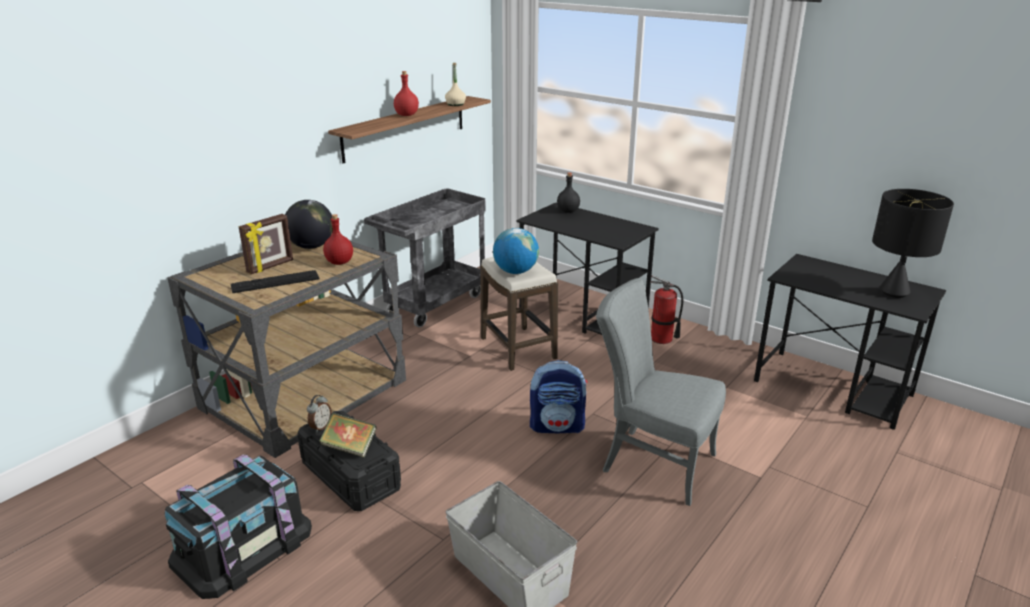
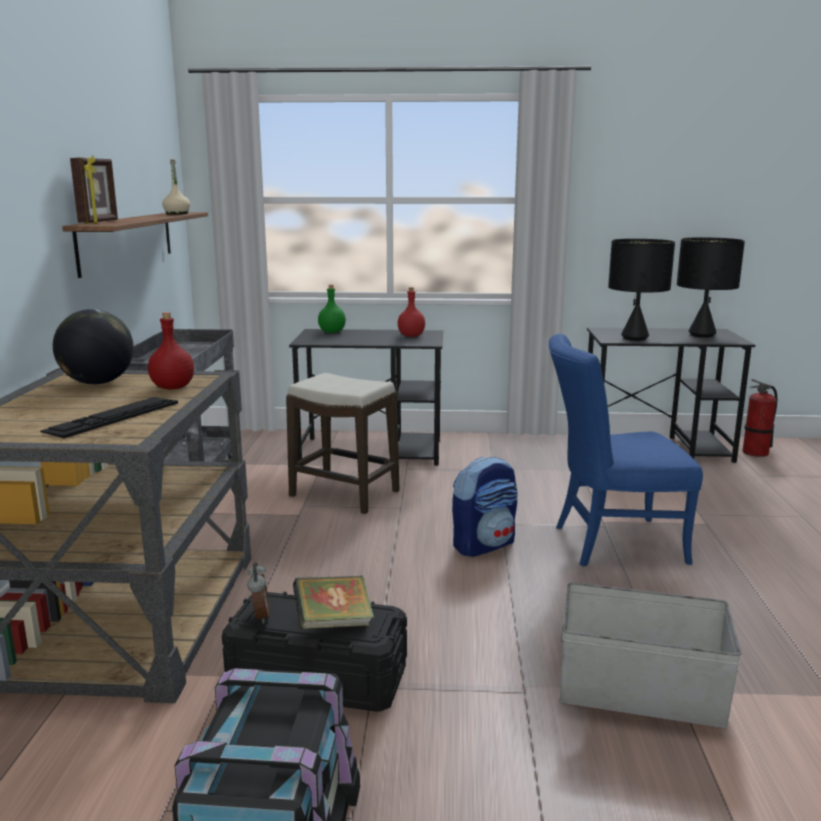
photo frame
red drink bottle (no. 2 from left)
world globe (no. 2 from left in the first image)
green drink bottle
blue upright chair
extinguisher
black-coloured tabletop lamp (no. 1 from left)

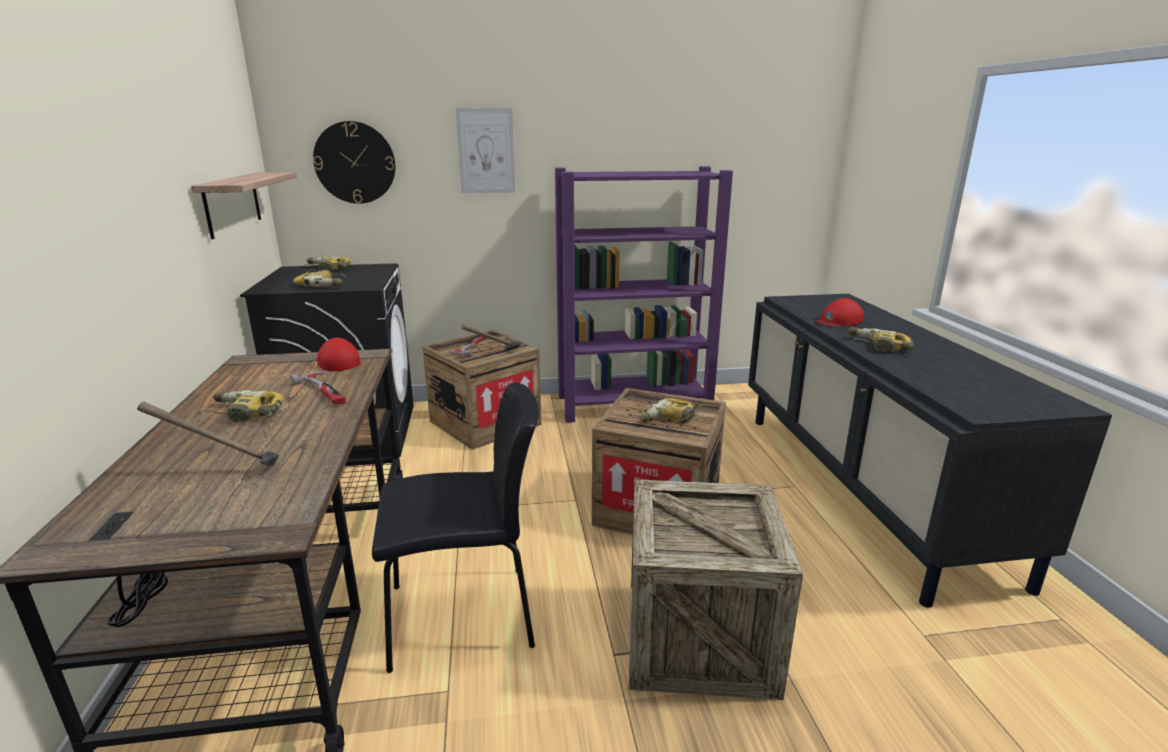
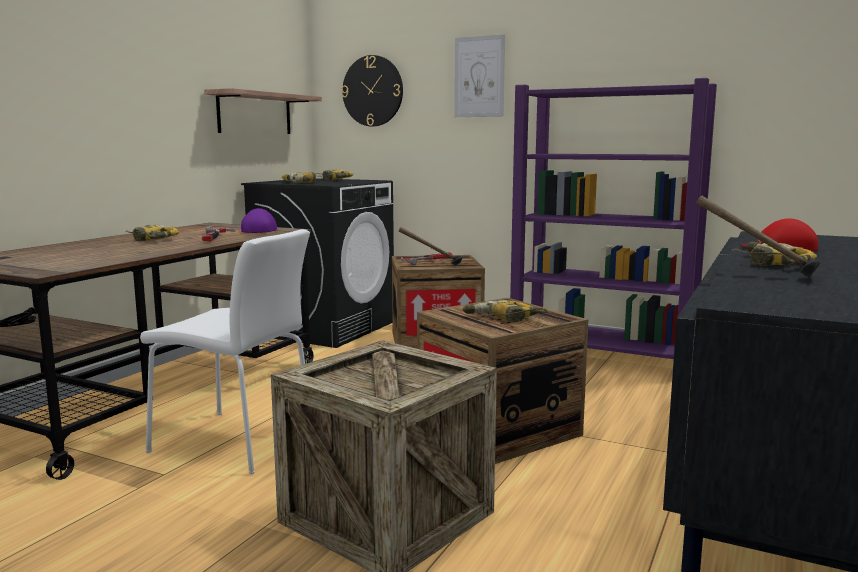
tool hammer (no. 4 from left)
purple-coloured cap
white-coloured upright chair

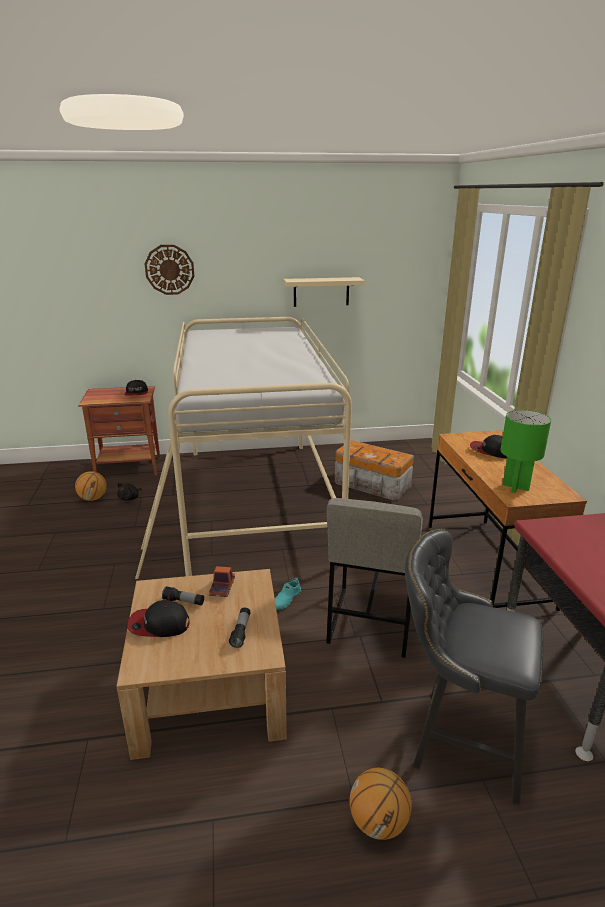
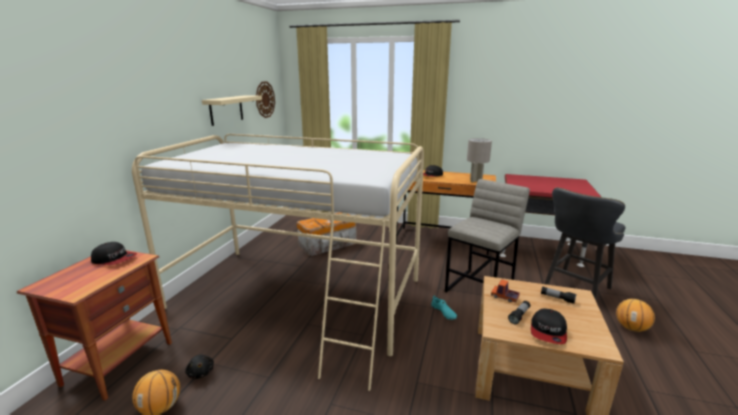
wall clock
greyish upright chair
greyish tabletop lamp

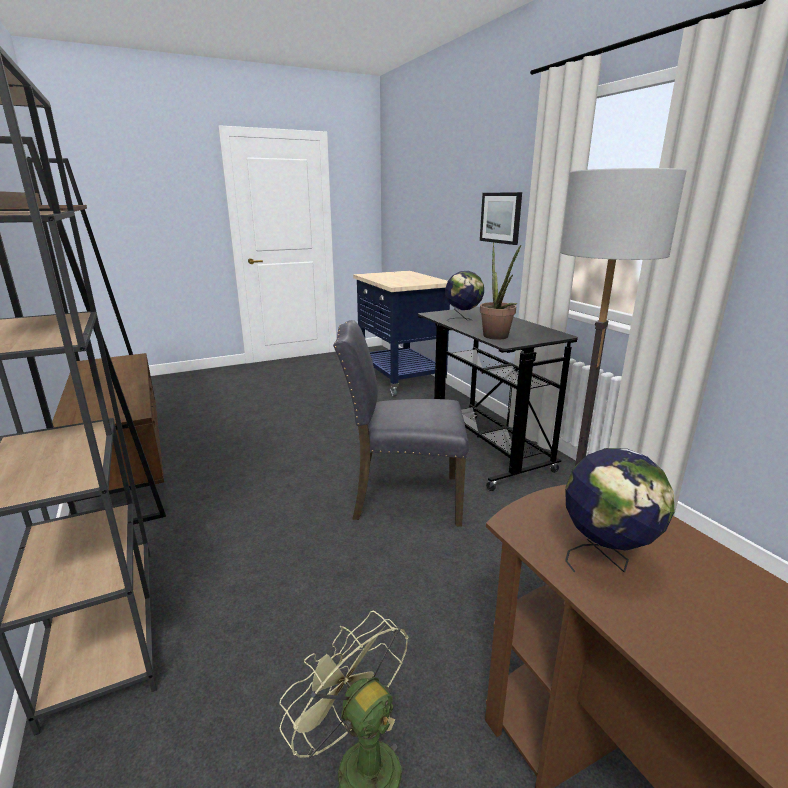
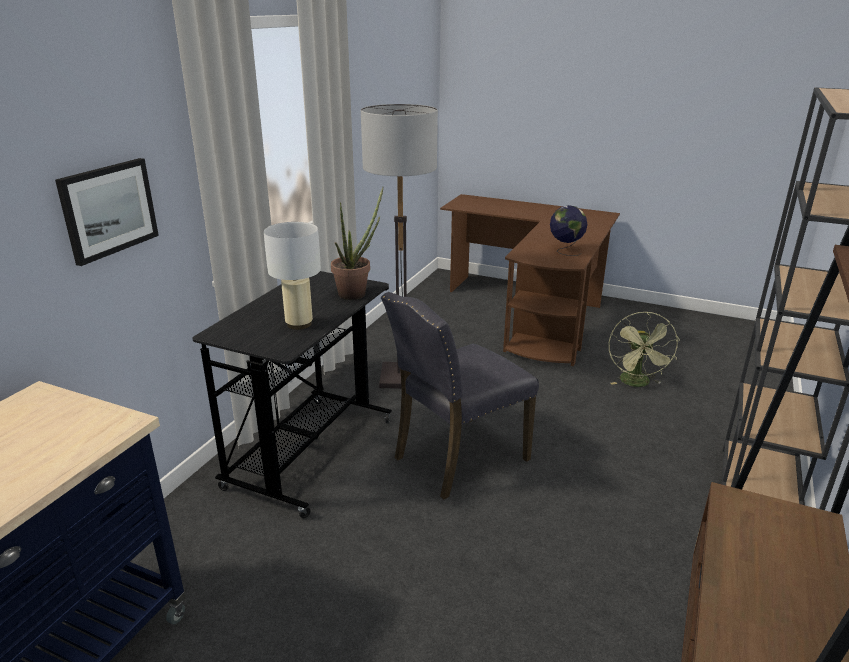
greyish upright chair
white-coloured tabletop lamp

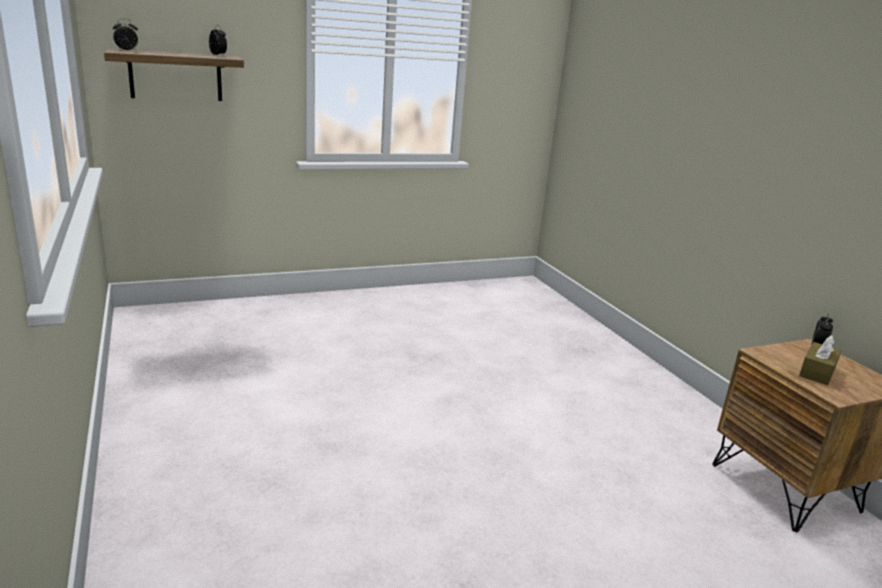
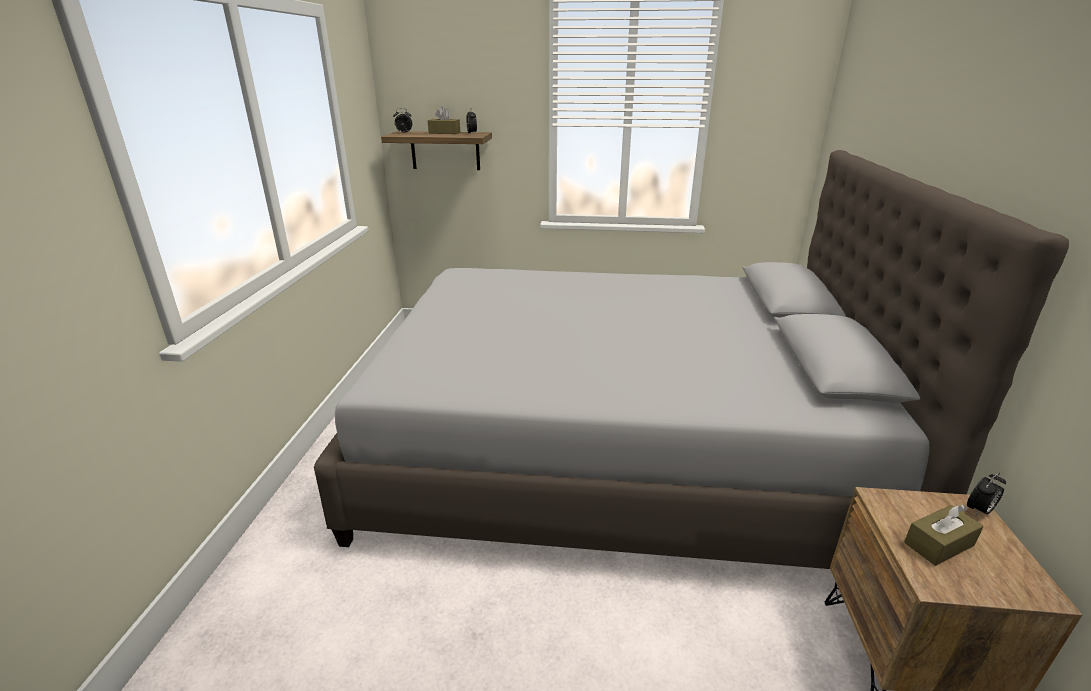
greyish bedroom bed
brown-coloured tissue box (no. 1 from left)

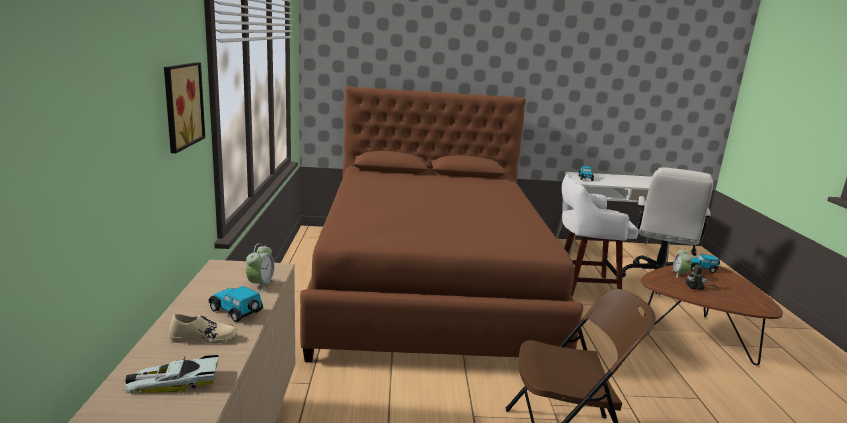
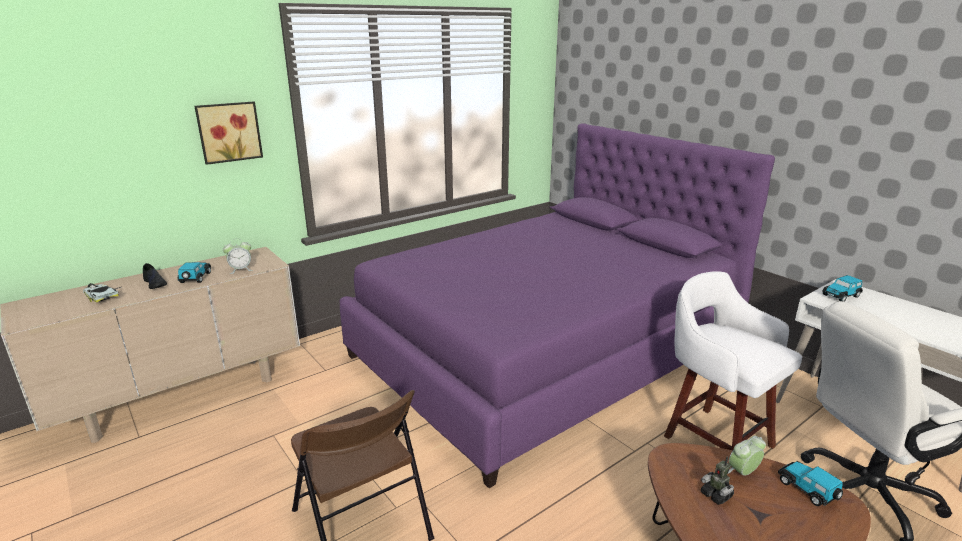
black-coloured low shoe
purple-coloured bedroom bed

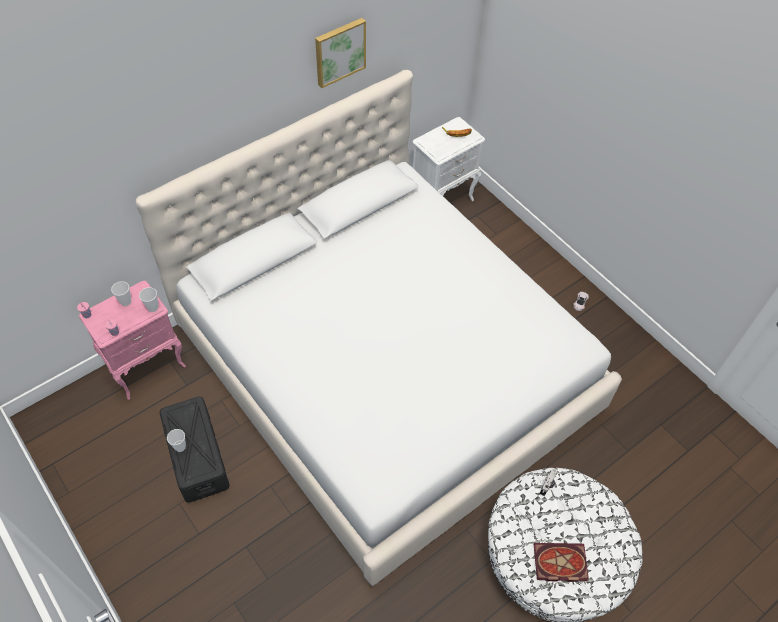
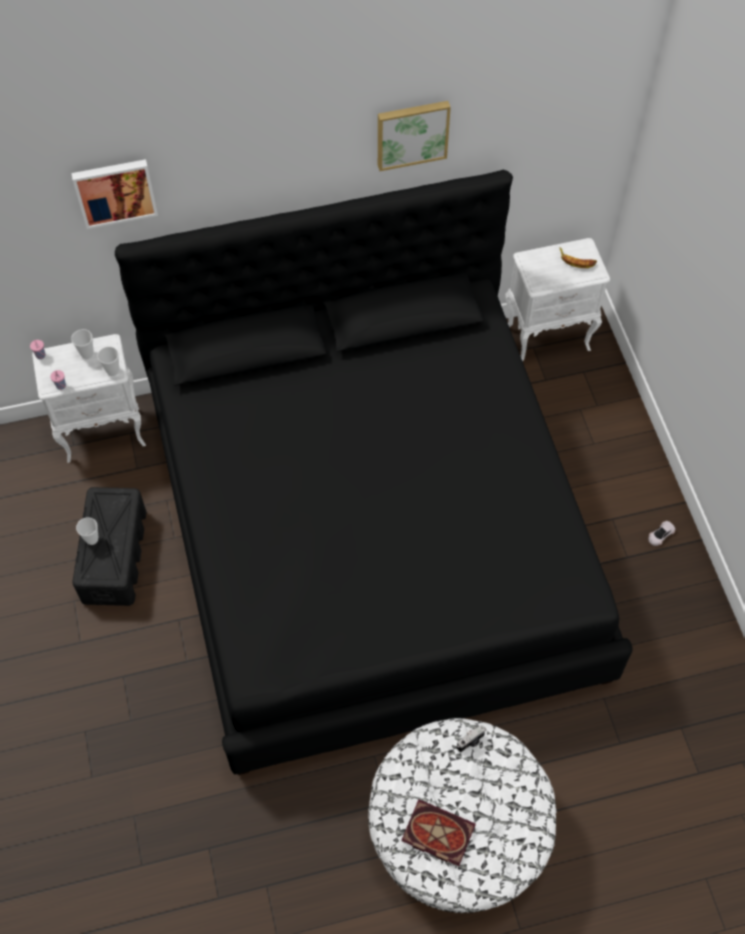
white-coloured night table (no. 1 from left)
black-coloured bedroom bed
wall picture (no. 1 from left)

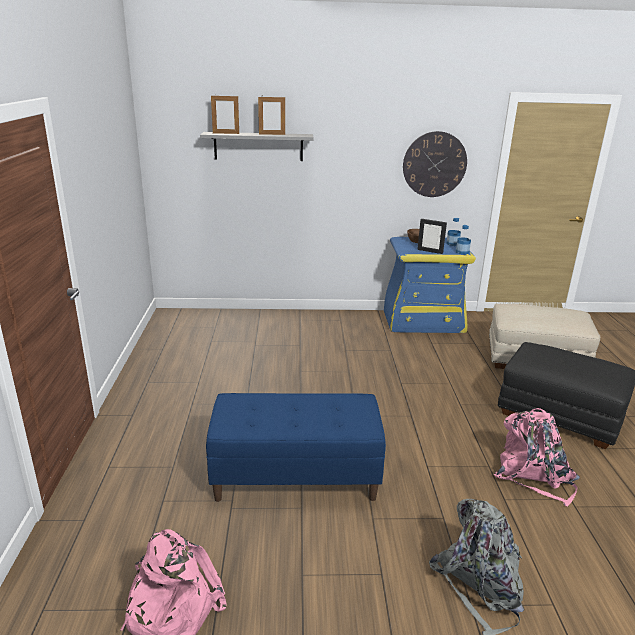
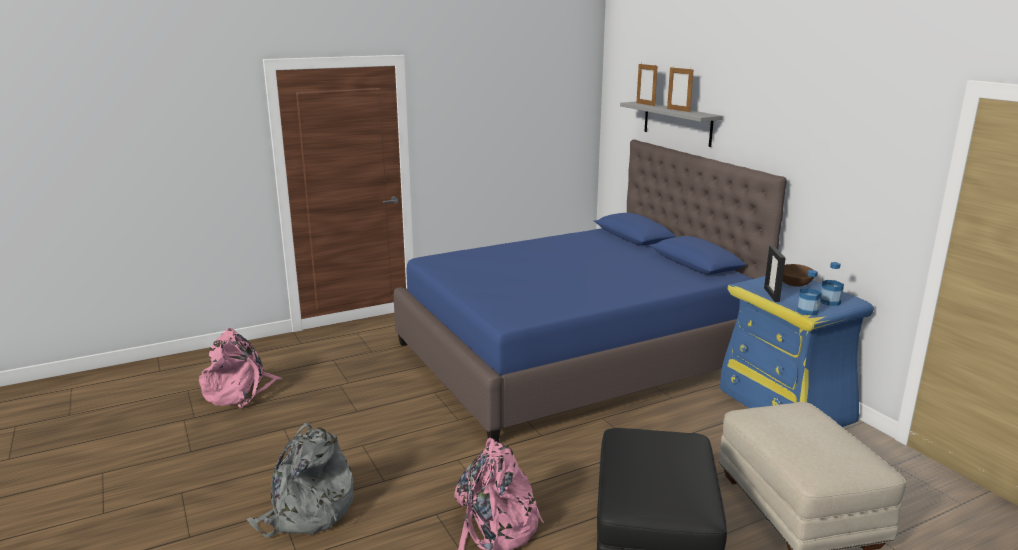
blue long seat
wall clock
blue bedroom bed

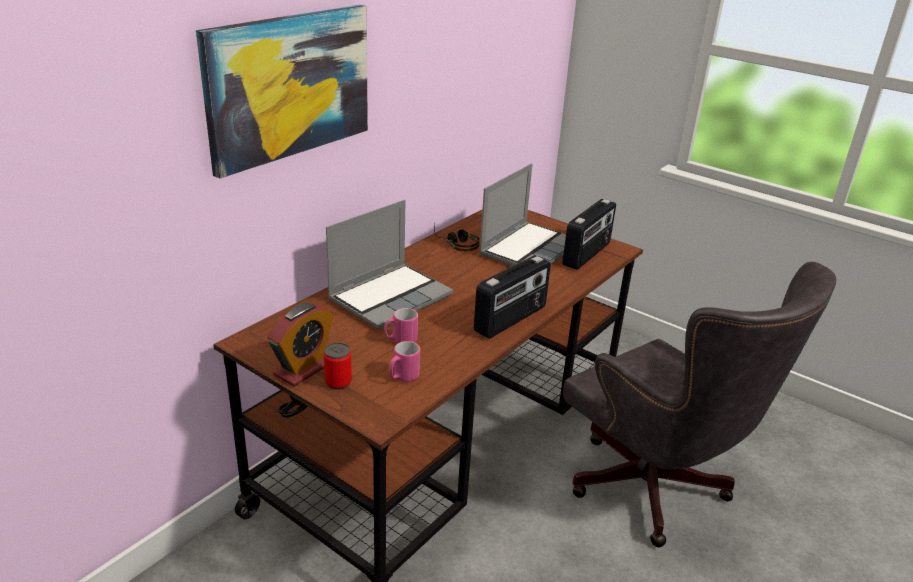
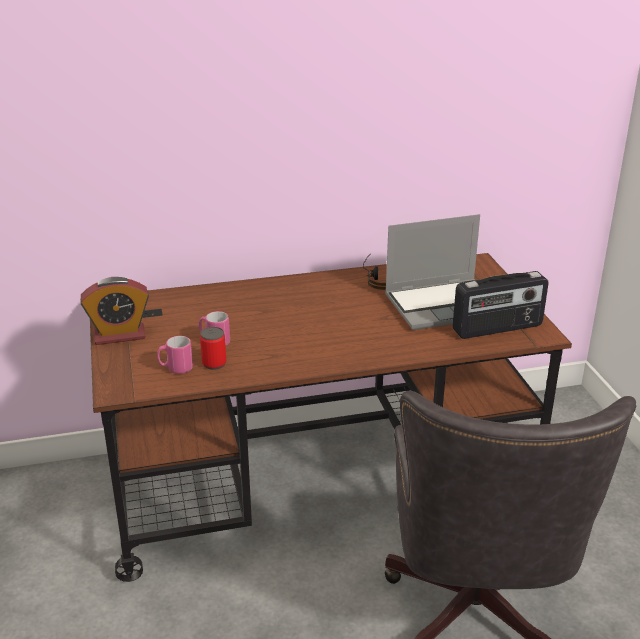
wall picture
sealed can
laptop (no. 1 from left in the first image)
radio set (no. 1 from left in the first image)

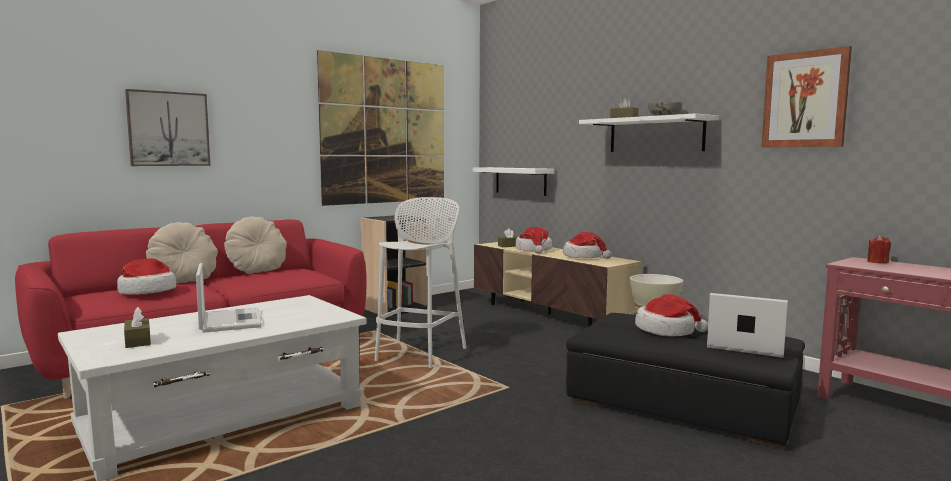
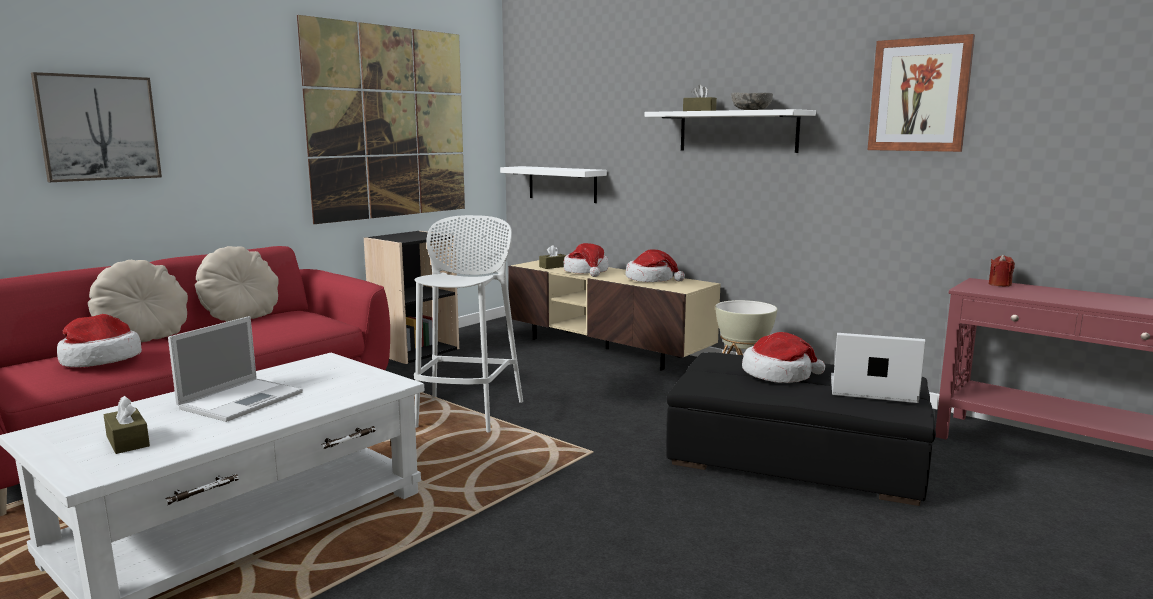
laptop (no. 1 from left)

